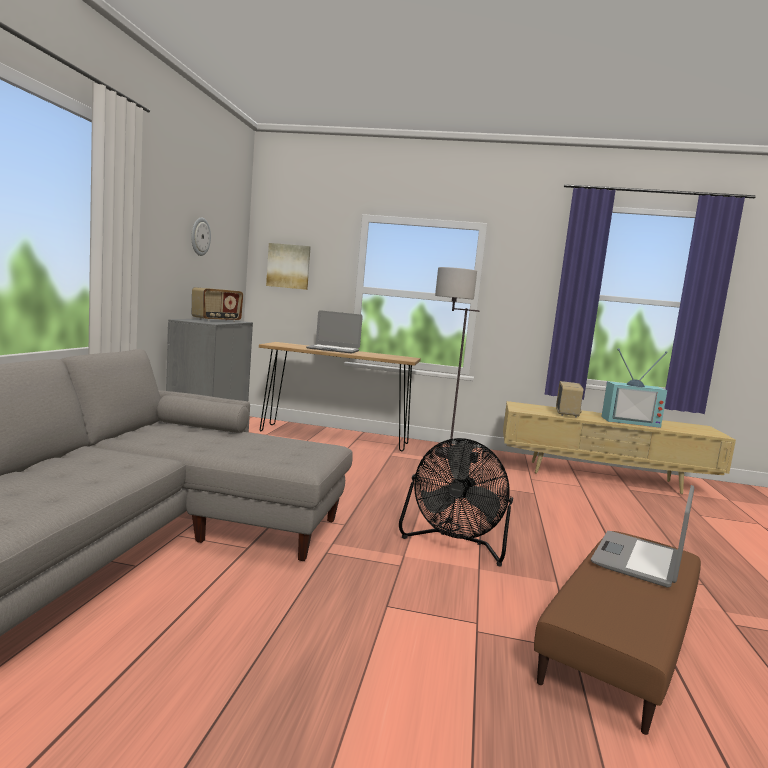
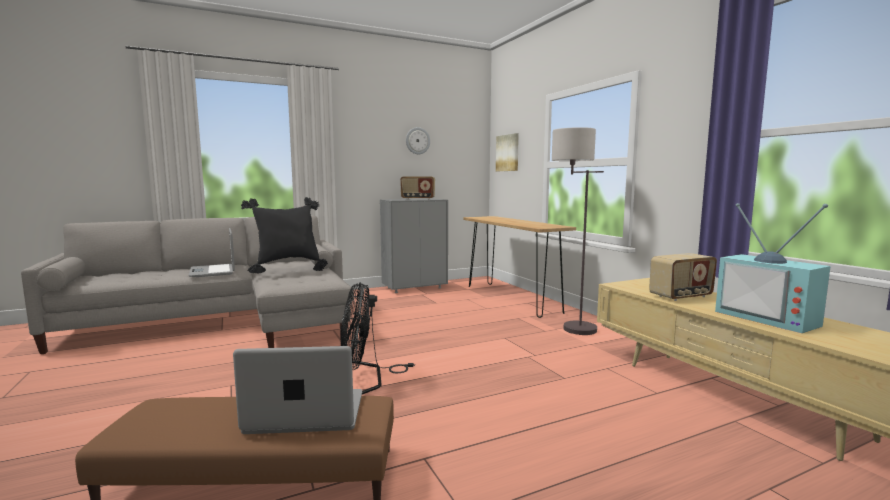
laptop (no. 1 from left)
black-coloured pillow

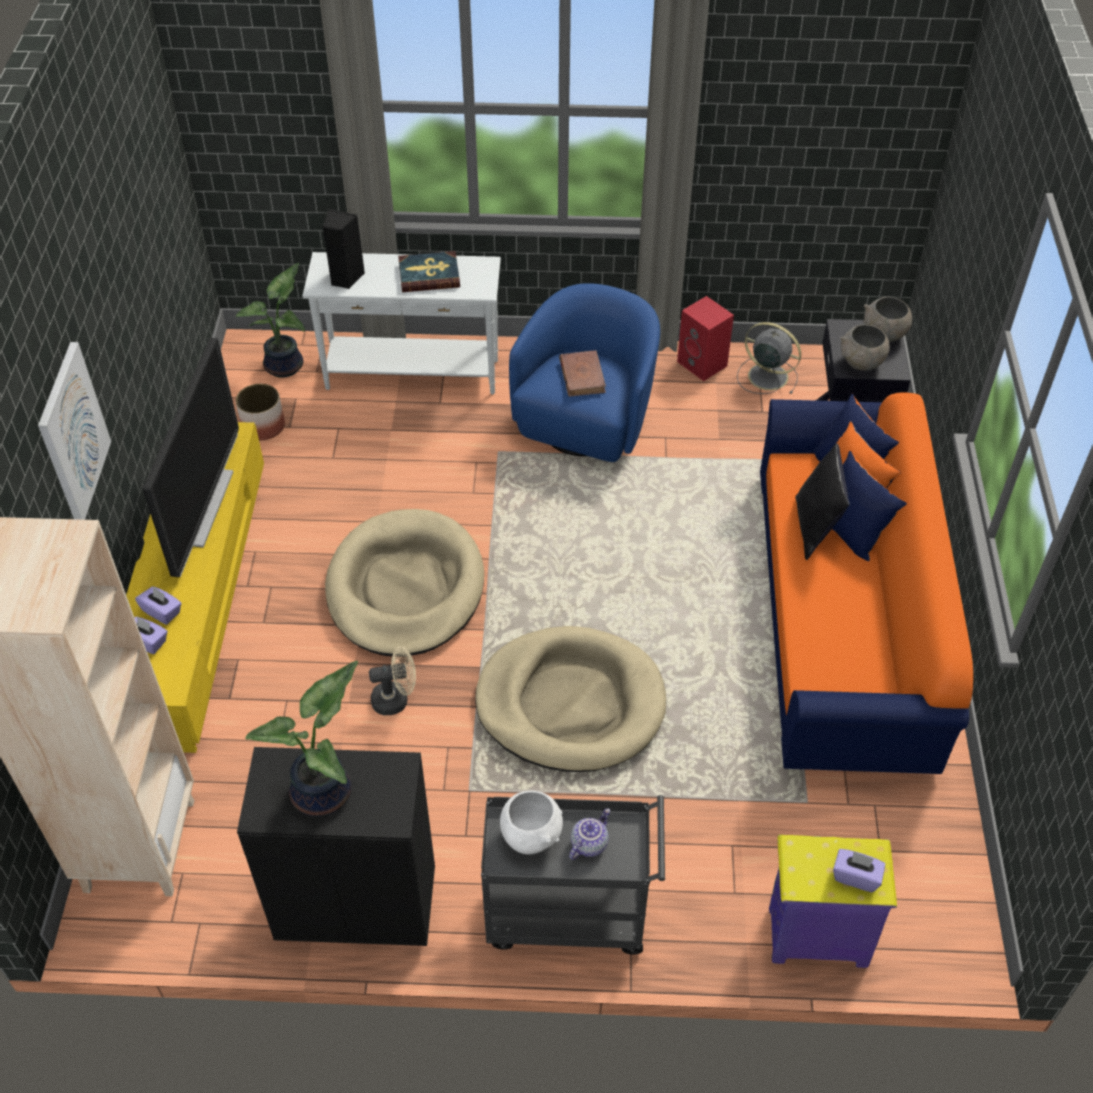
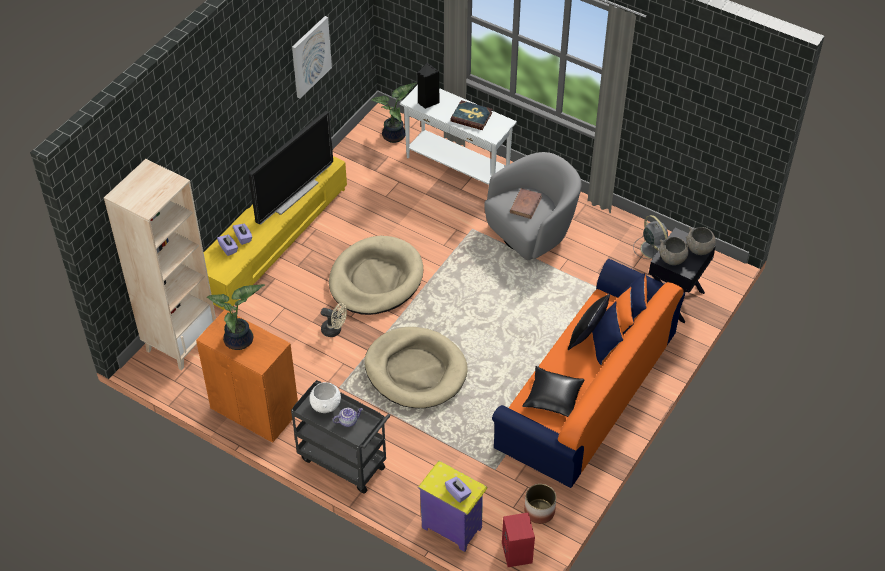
wall picture
planter
orangey cupboard
greyish easy chair
red speaker
black-coloured pillow (no. 1 from left)

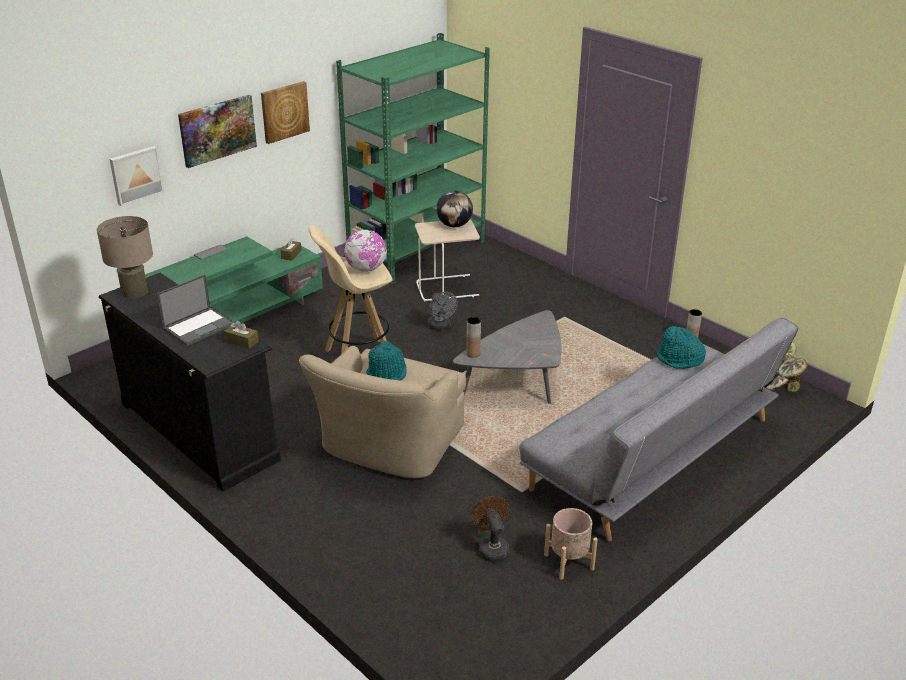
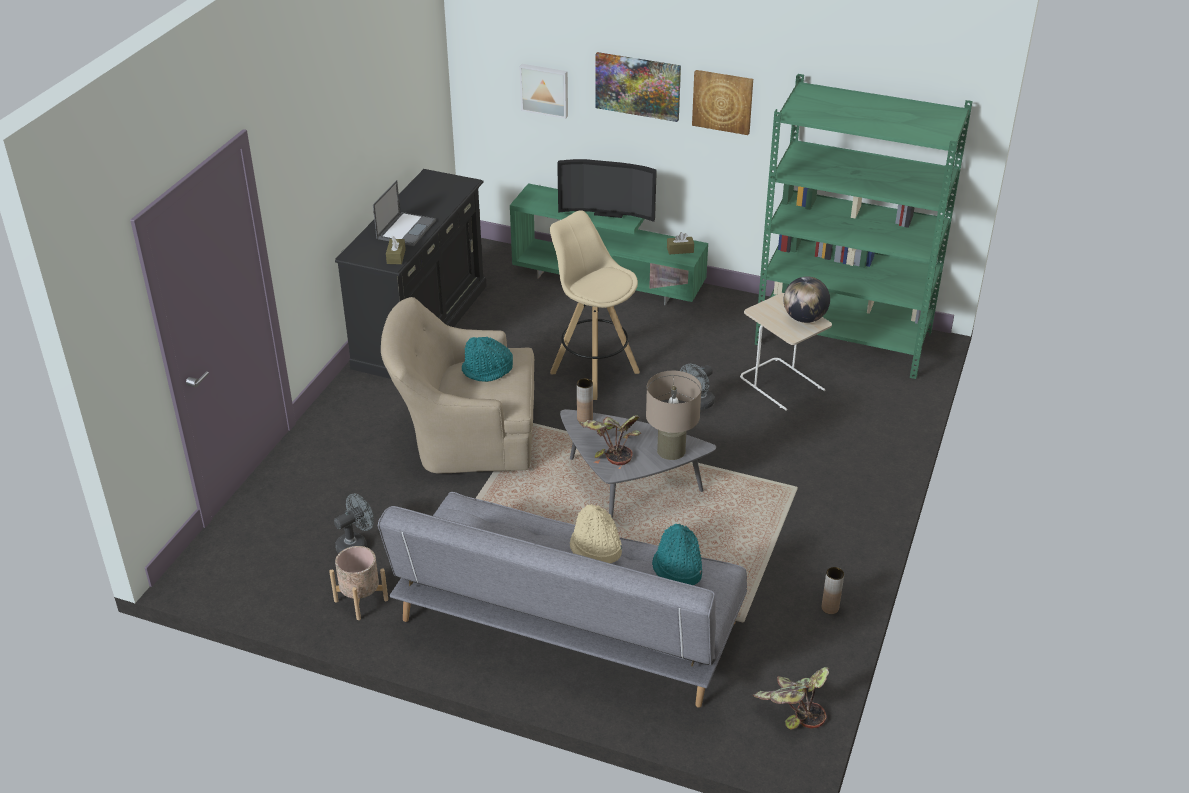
beige-coloured tabletop lamp
laptop
world globe (no. 1 from left in the first image)
greyish cooling fan (no. 1 from left)
TV
beige-coloured wearable hat
houseplant (no. 1 from left)

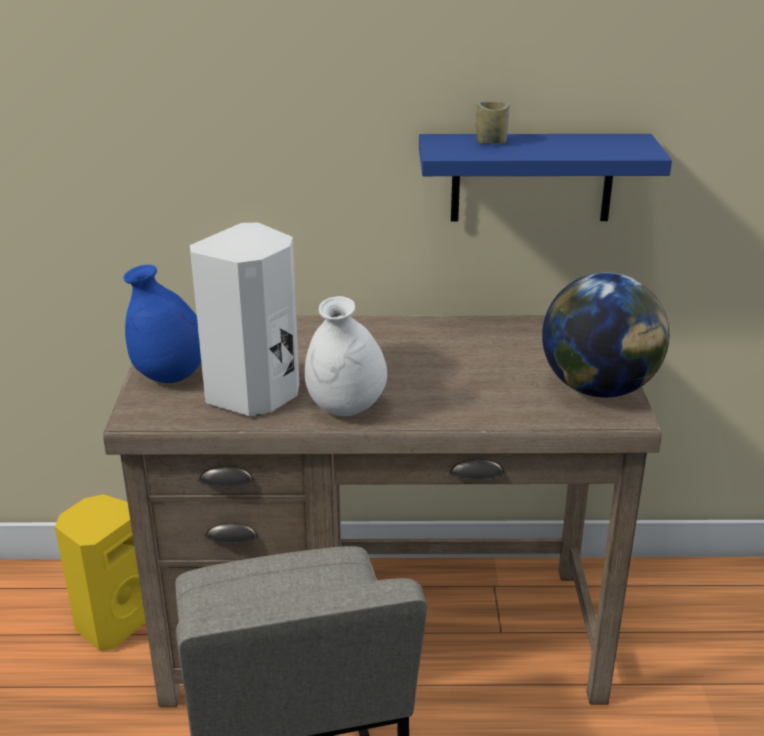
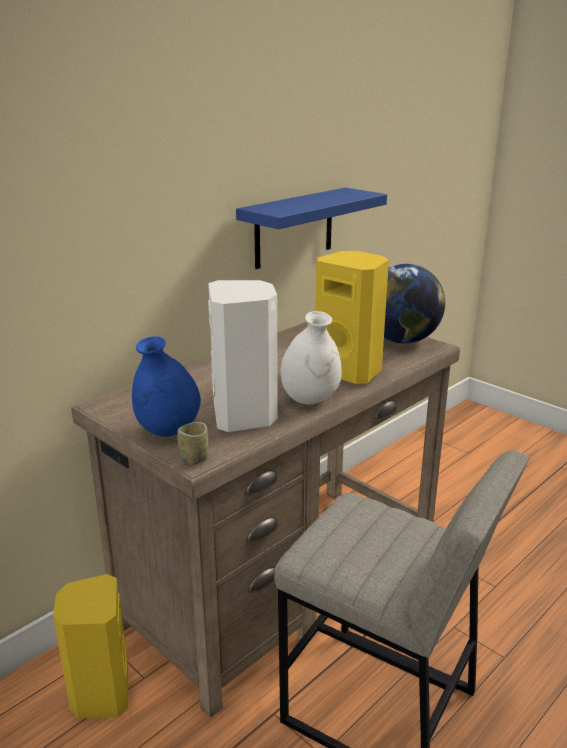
small cup
yellow speaker (no. 2 from left)

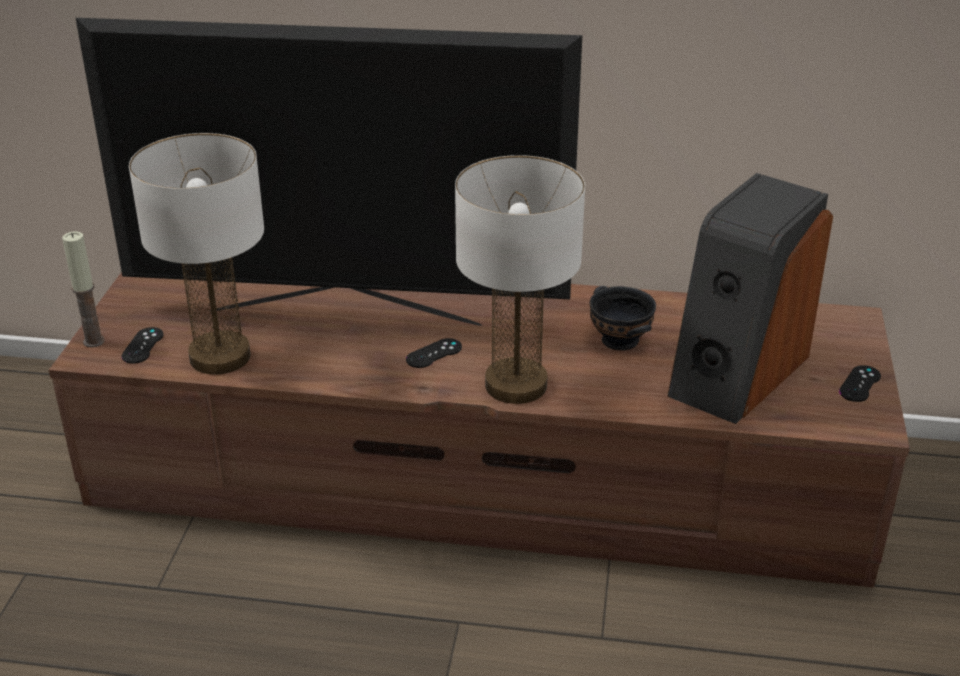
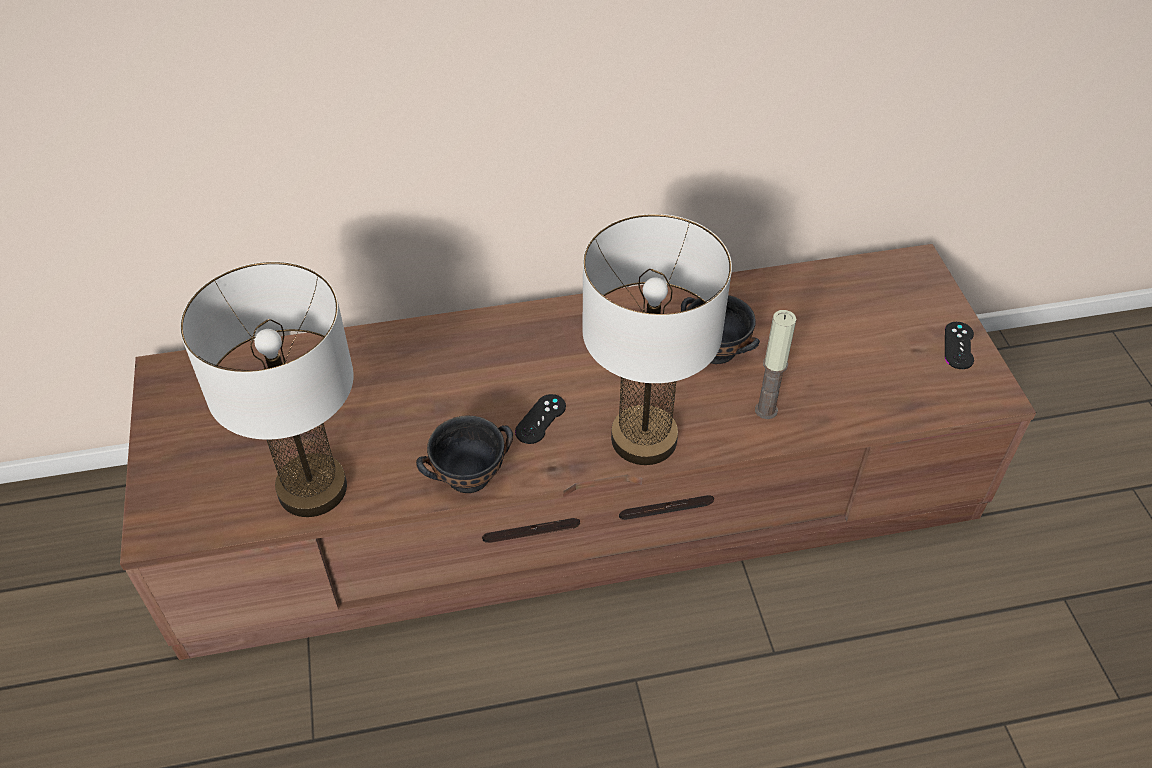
wax candle
TV
black-coloured joypad (no. 1 from left in the first image)
speaker
black-coloured bowl (no. 1 from left)

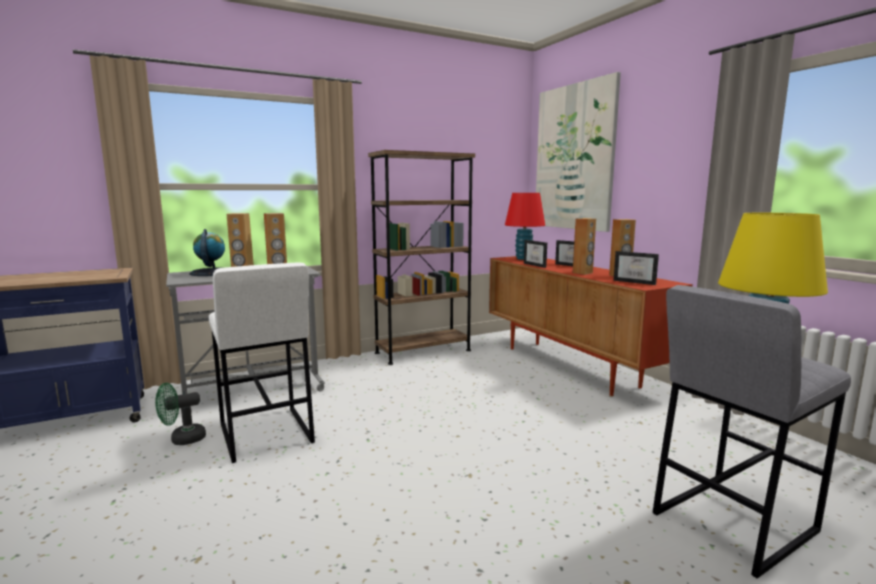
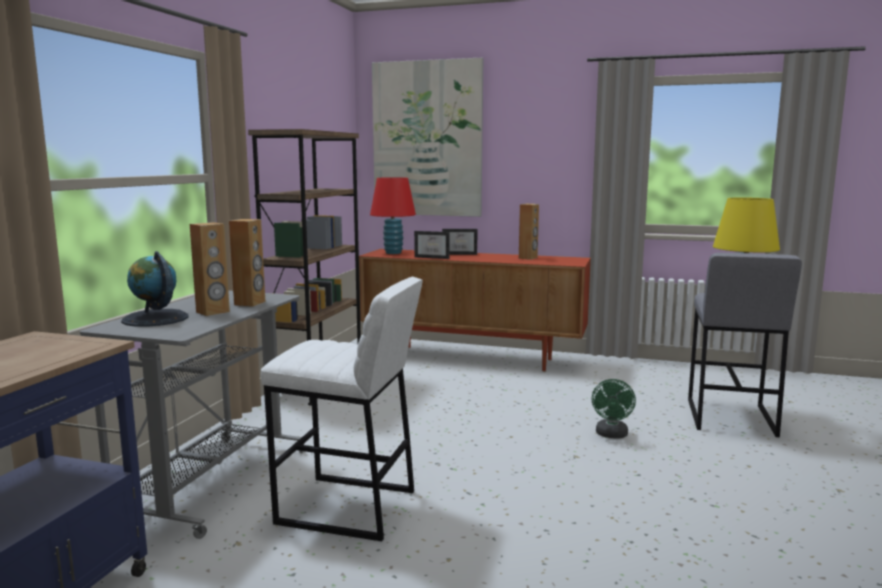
green cooling fan
brown-coloured speaker (no. 3 from left in the first image)
photo frame (no. 3 from left in the first image)

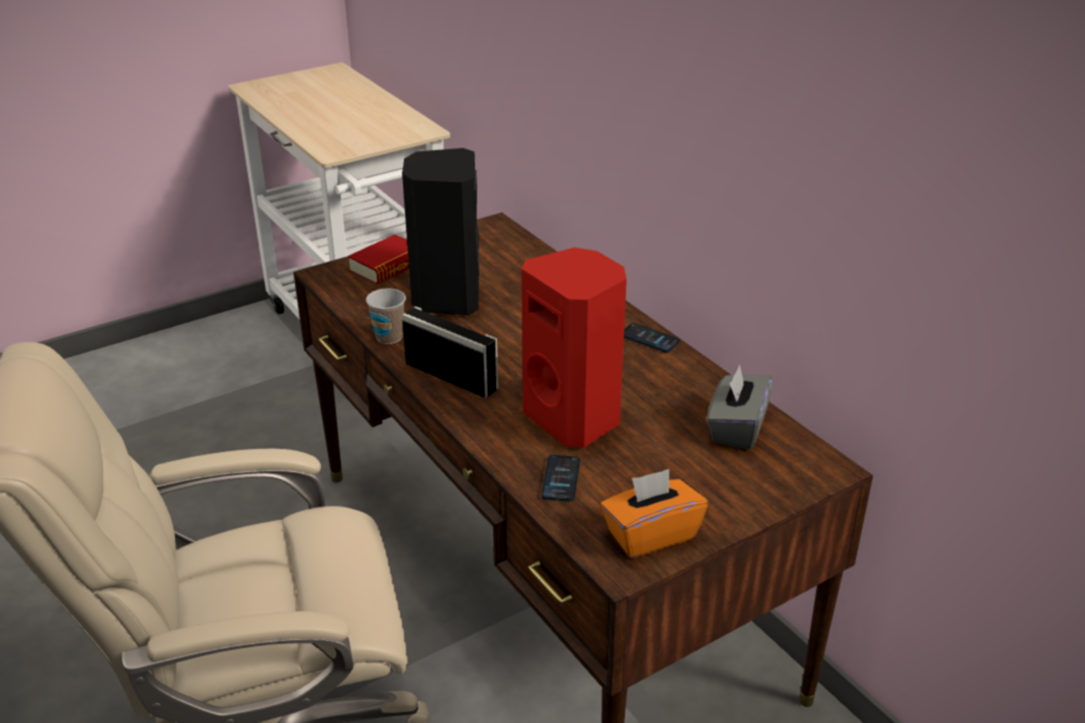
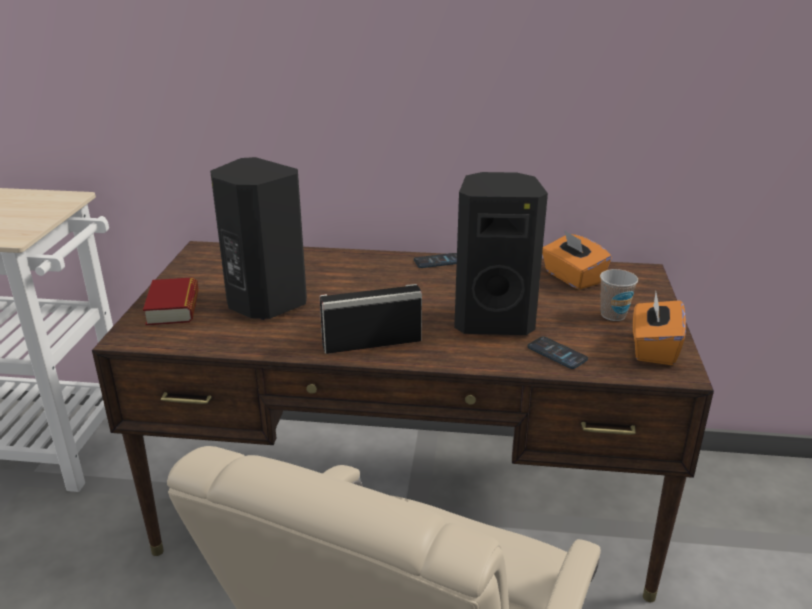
small cup
black-coloured speaker (no. 2 from left)
orangey tissue box (no. 1 from left)

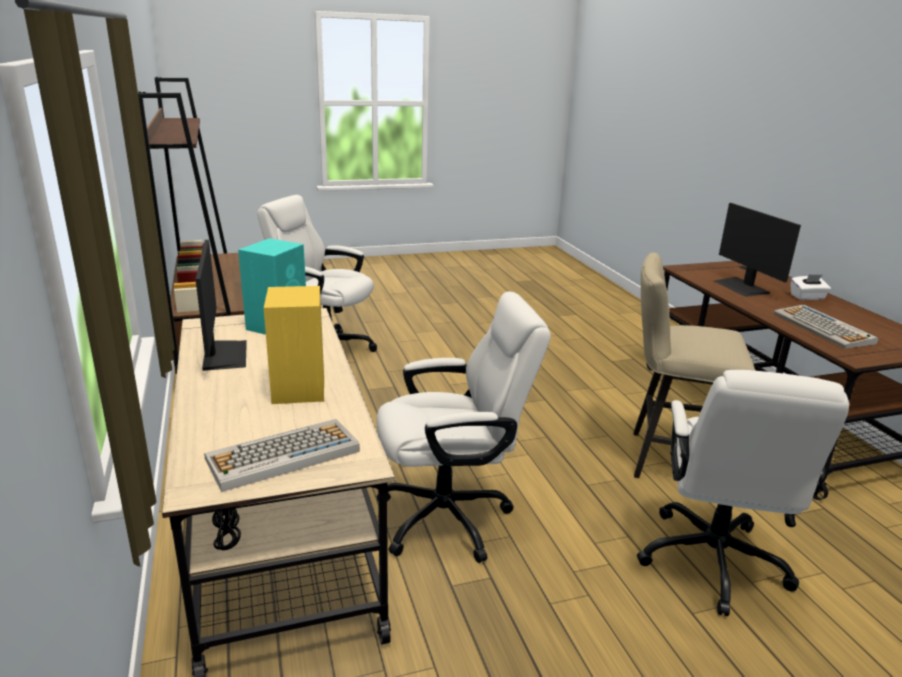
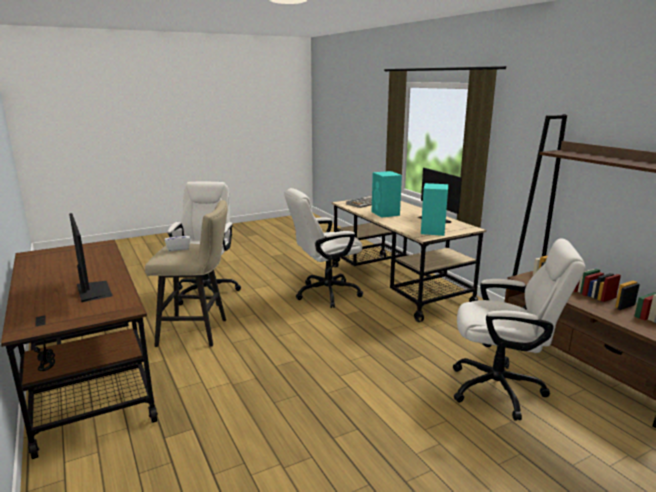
turquoise speaker (no. 1 from left)
keyboard (no. 2 from left in the first image)
white-coloured tissue box

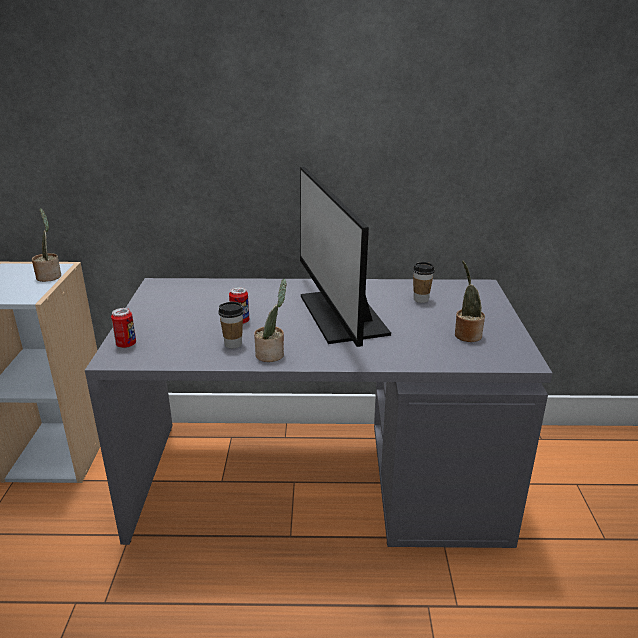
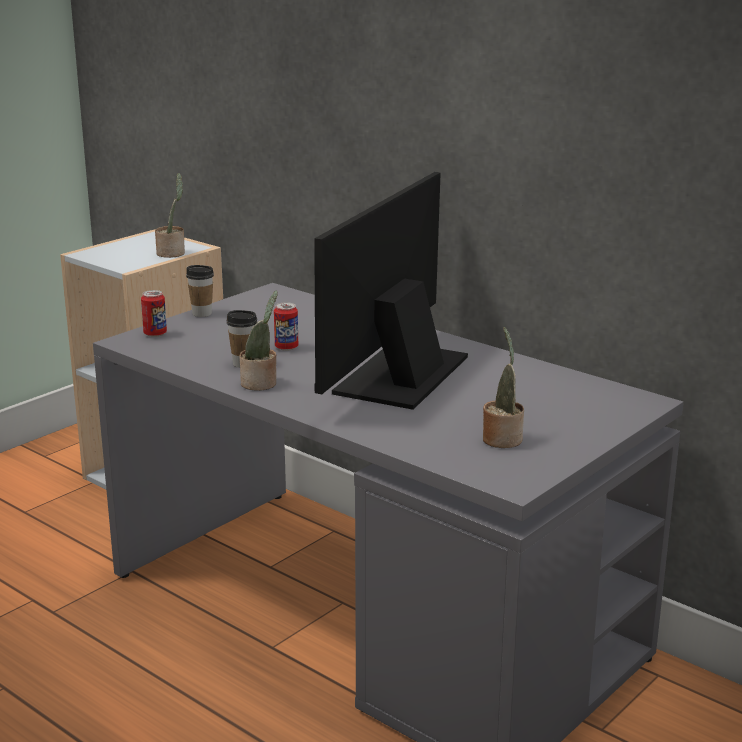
small cup (no. 1 from left)

